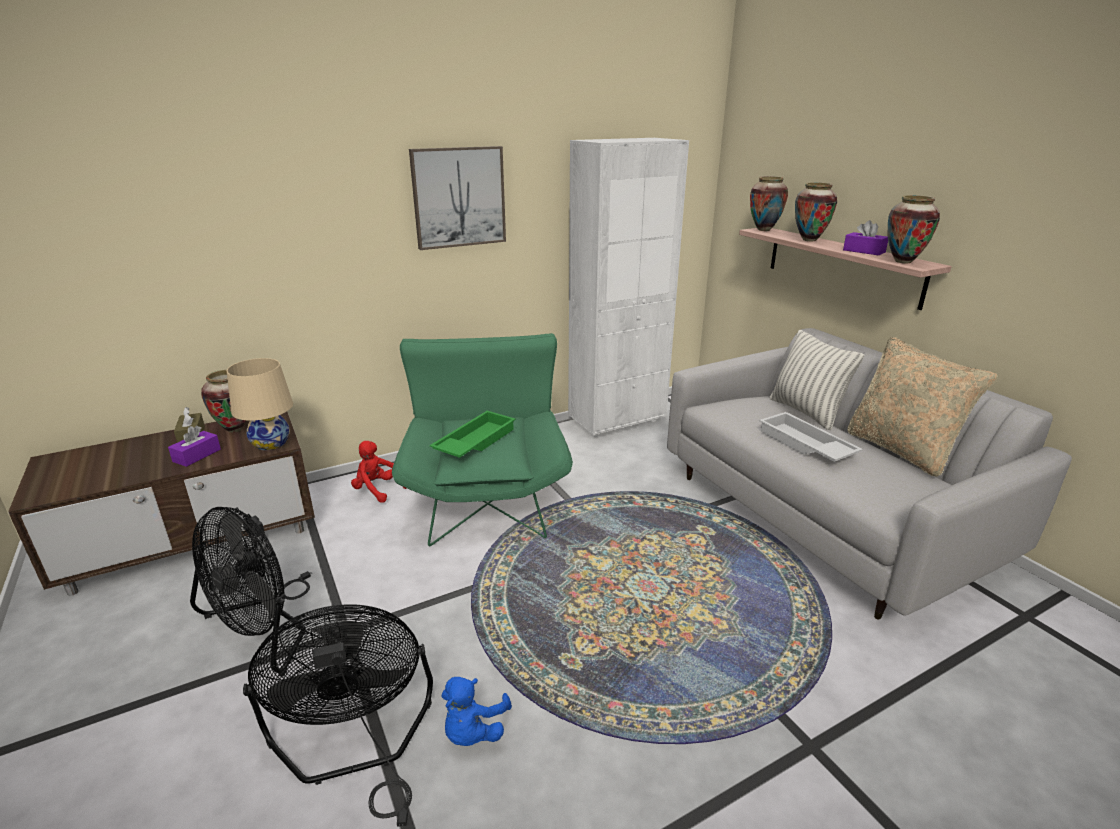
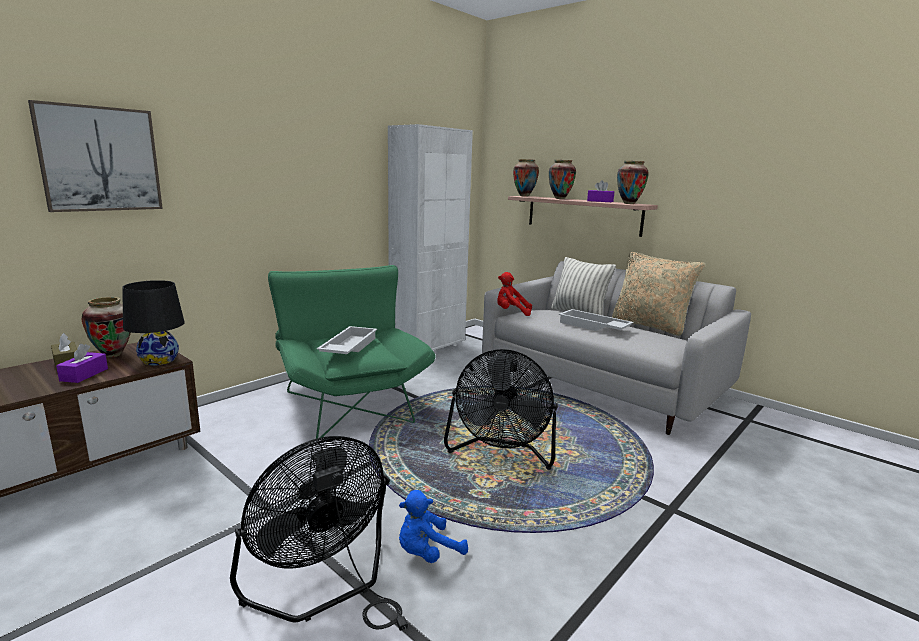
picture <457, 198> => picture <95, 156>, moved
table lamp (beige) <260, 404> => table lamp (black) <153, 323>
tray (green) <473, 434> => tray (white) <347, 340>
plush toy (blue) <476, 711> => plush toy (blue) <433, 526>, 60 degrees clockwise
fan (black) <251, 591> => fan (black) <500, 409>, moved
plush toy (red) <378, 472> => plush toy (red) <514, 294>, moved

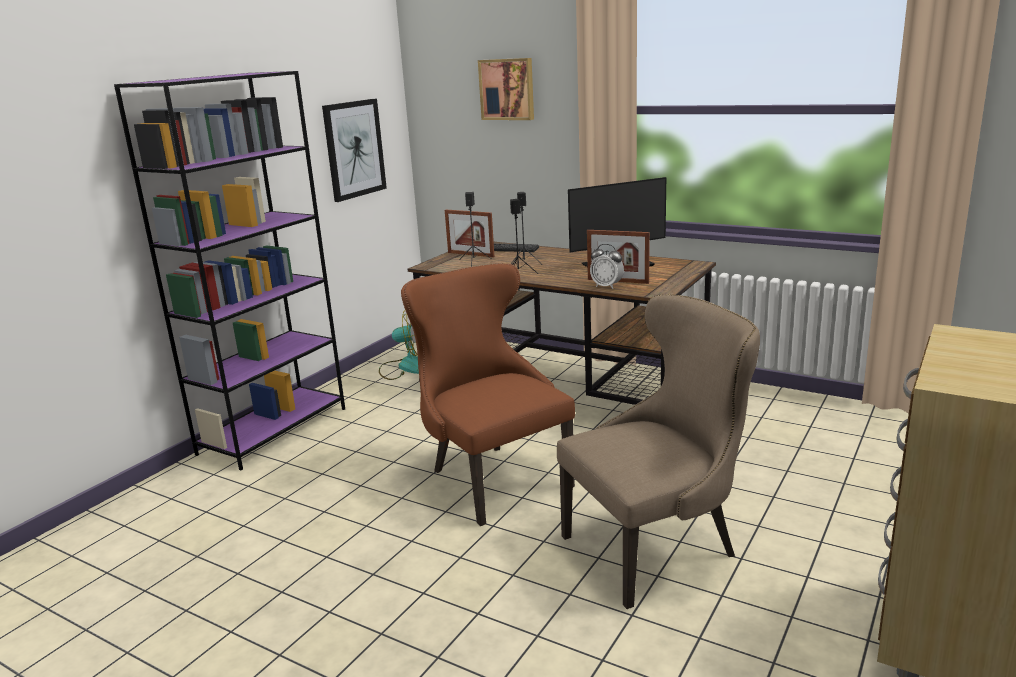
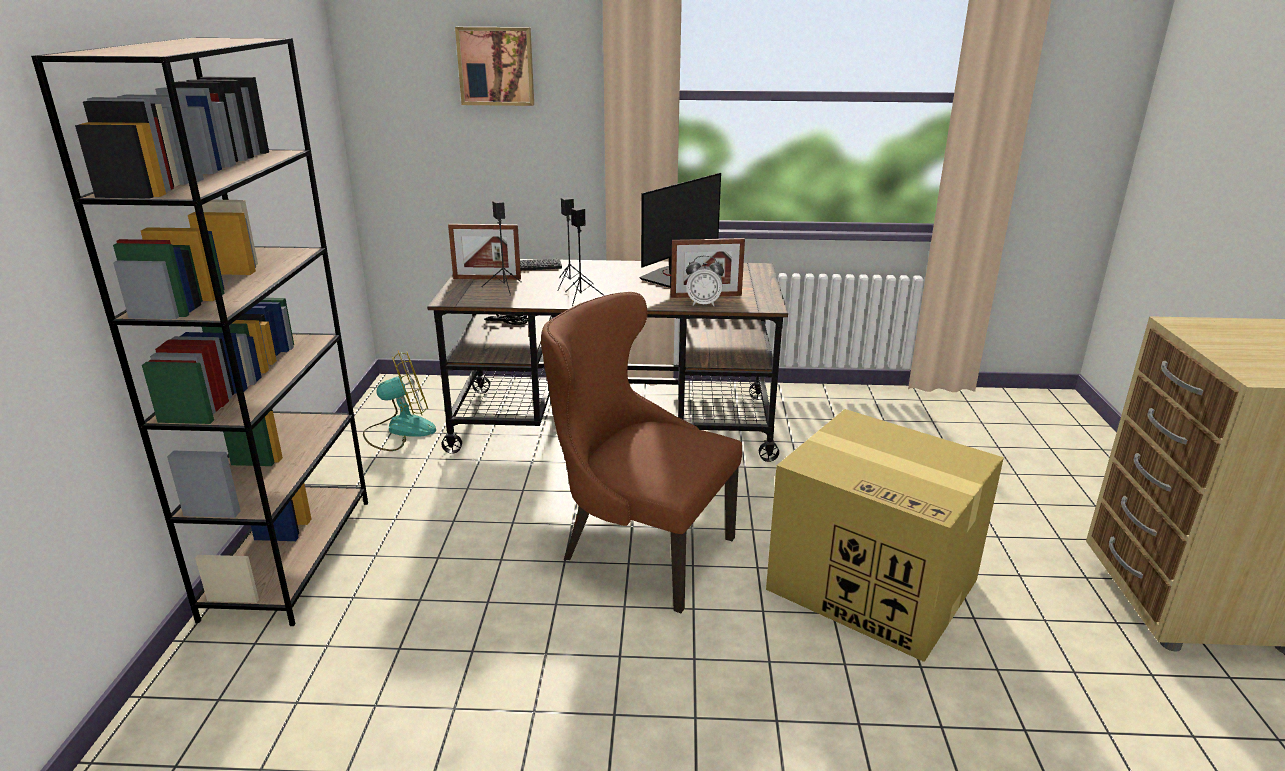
bookcase (purple) <229, 270> => bookcase (beige) <199, 331>
chair (beige) <658, 451> => cardboard box <885, 535>
picture <354, 150> => nothing

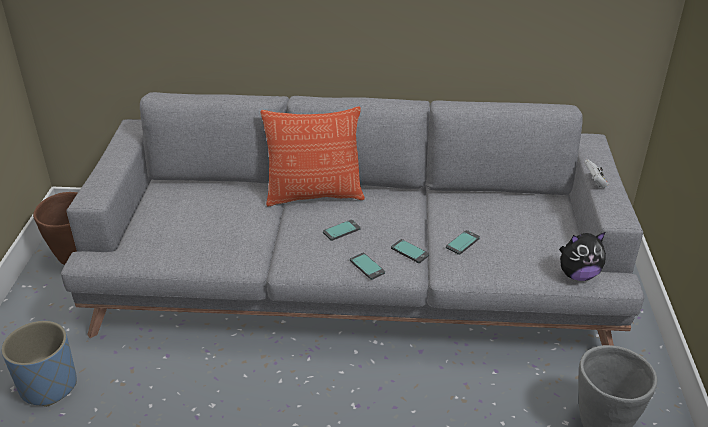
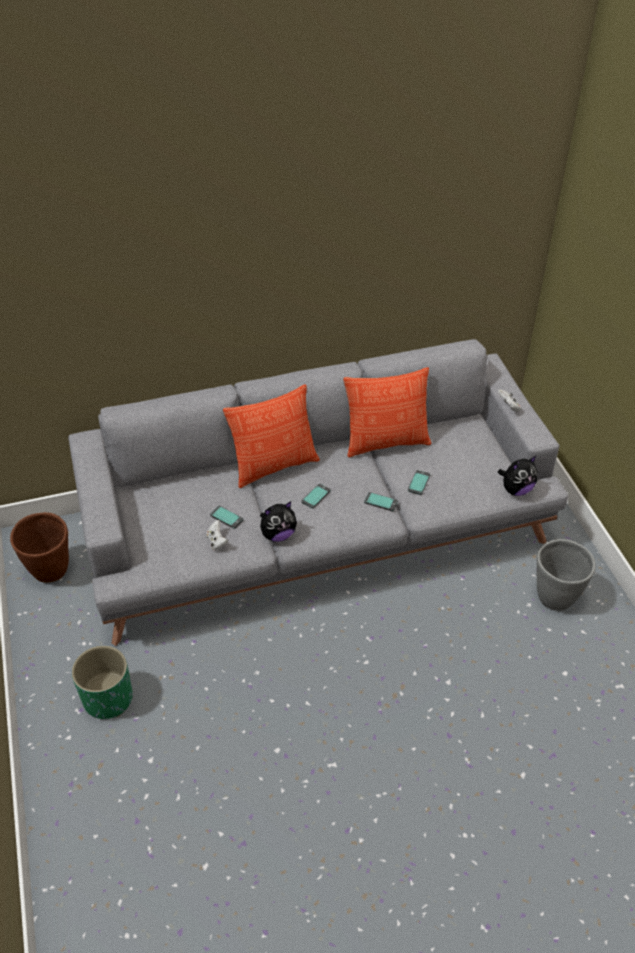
planter (blue) <39, 364> => planter (green) <102, 682>
nothing => game controller (white) <217, 535>
phone <367, 266> => phone <226, 517>, moved
nothing => plush toy <278, 521>
nothing => pillow (orange) <387, 412>

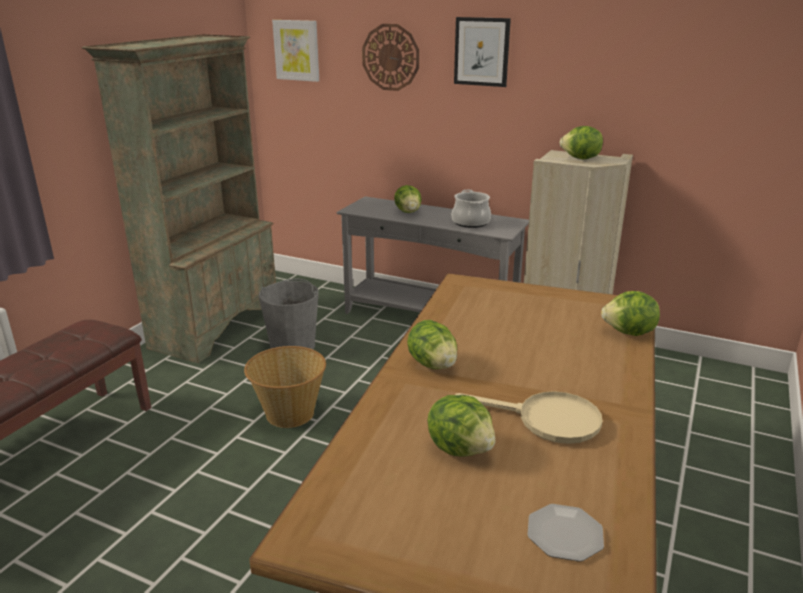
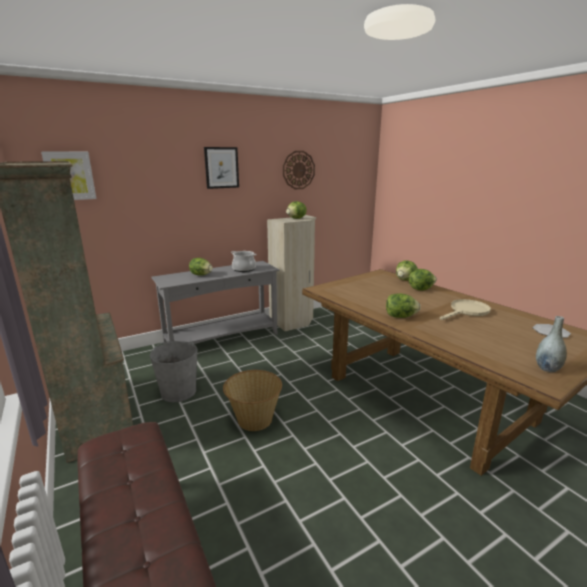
wall clock <390, 57> => wall clock <299, 170>, moved
lettuce <461, 425> => lettuce <423, 280>, moved
nothing => vase (grey) <551, 344>

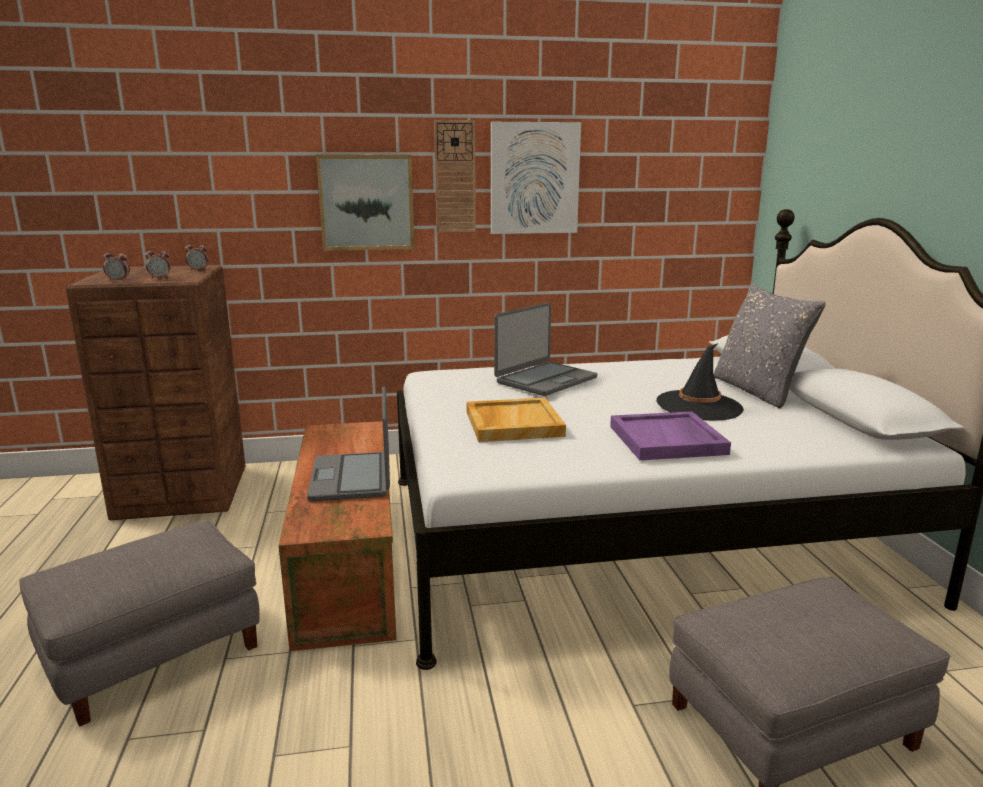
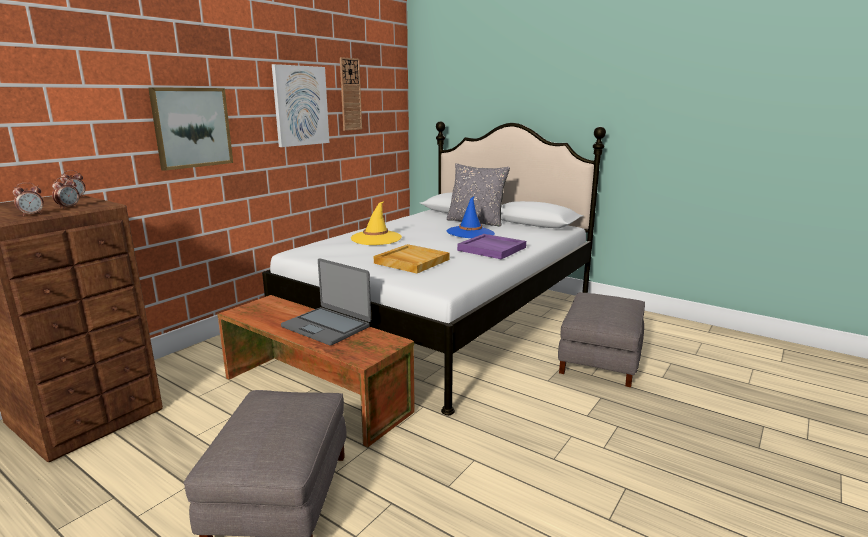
wall clock <455, 176> => wall clock <351, 94>, moved
laptop <545, 349> => hat (yellow) <376, 223>
hat (black) <700, 381> => hat (blue) <471, 217>

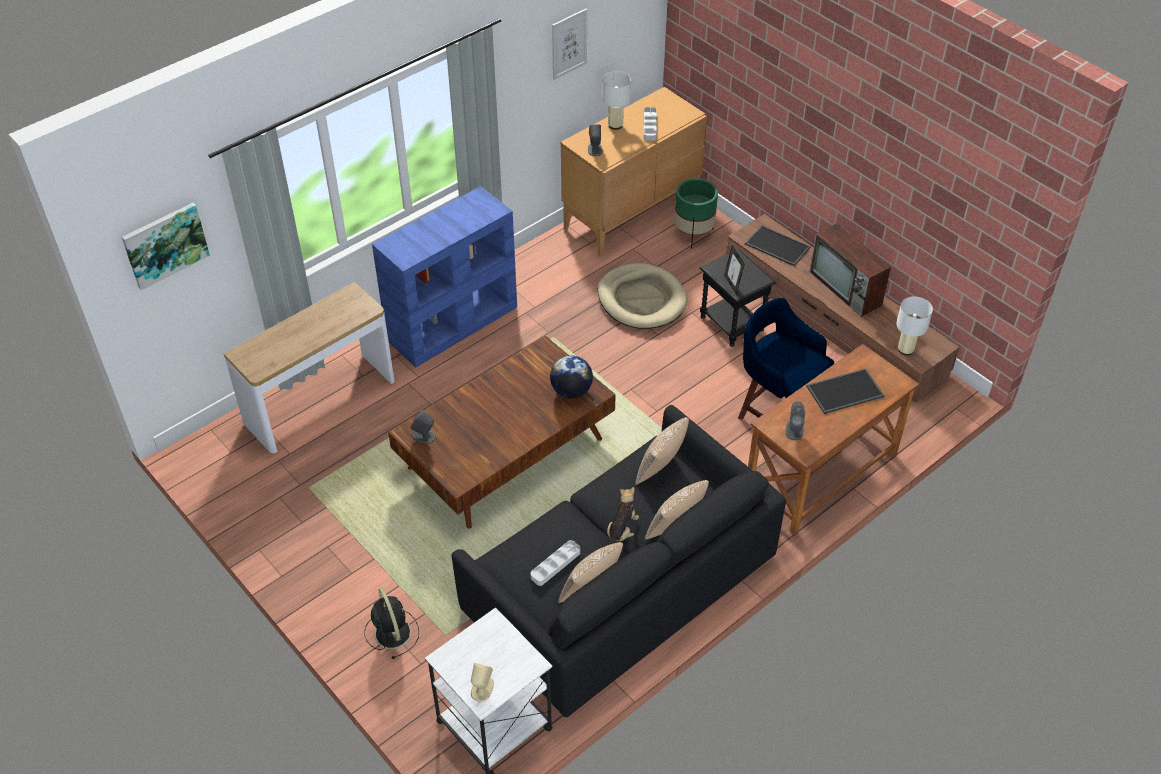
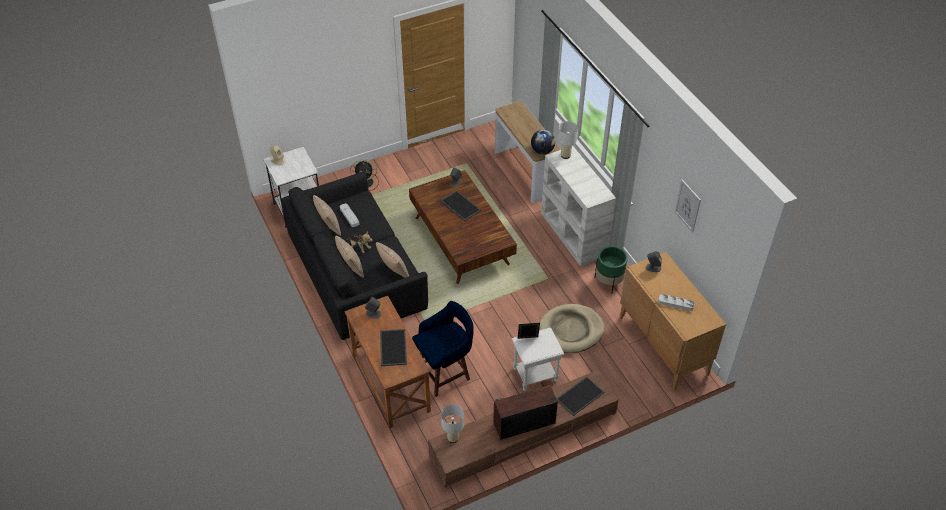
nothing => tray <460, 206>
side table (black) <738, 298> => side table (white) <537, 359>
globe <571, 377> => globe <543, 142>, moved
bookcase (blue) <444, 276> => bookcase (white) <578, 206>
table lamp (white) <616, 100> => table lamp (white) <568, 140>, moved
planter (green) <696, 213> => planter (green) <611, 270>, moved
picture <166, 246> => nothing

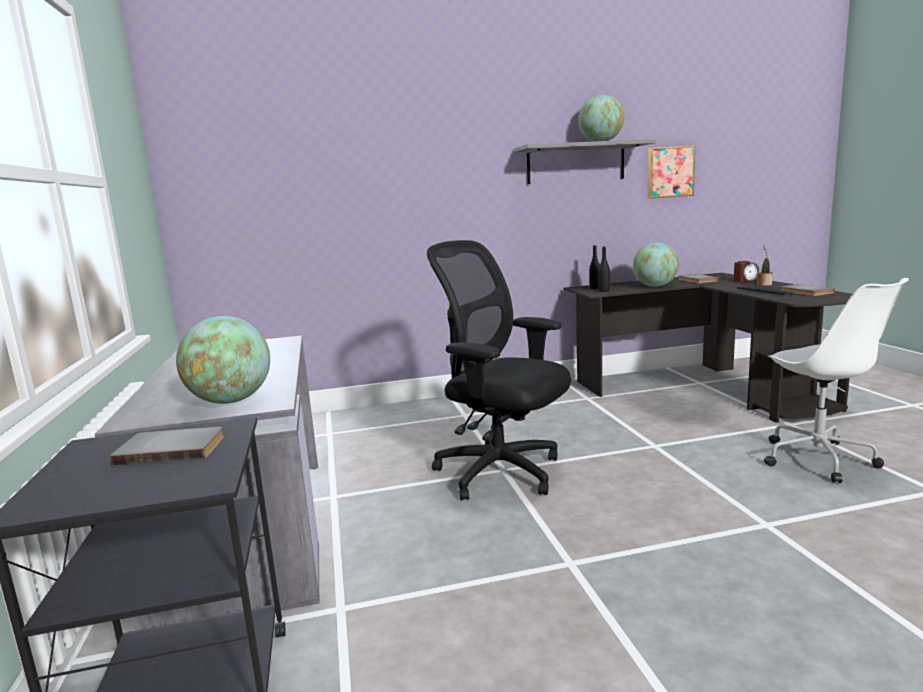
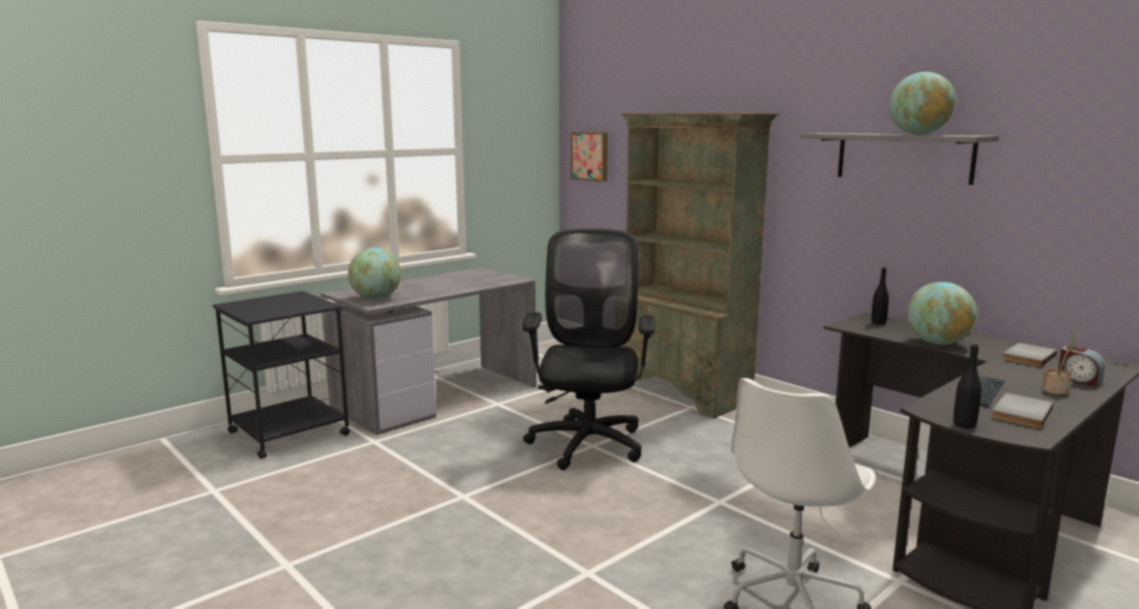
picture <671, 172> => picture <589, 157>, moved
nothing => bookcase (green) <698, 266>
bottle (black) <604, 269> => bottle (black) <967, 386>, moved
book (grey) <166, 446> => nothing

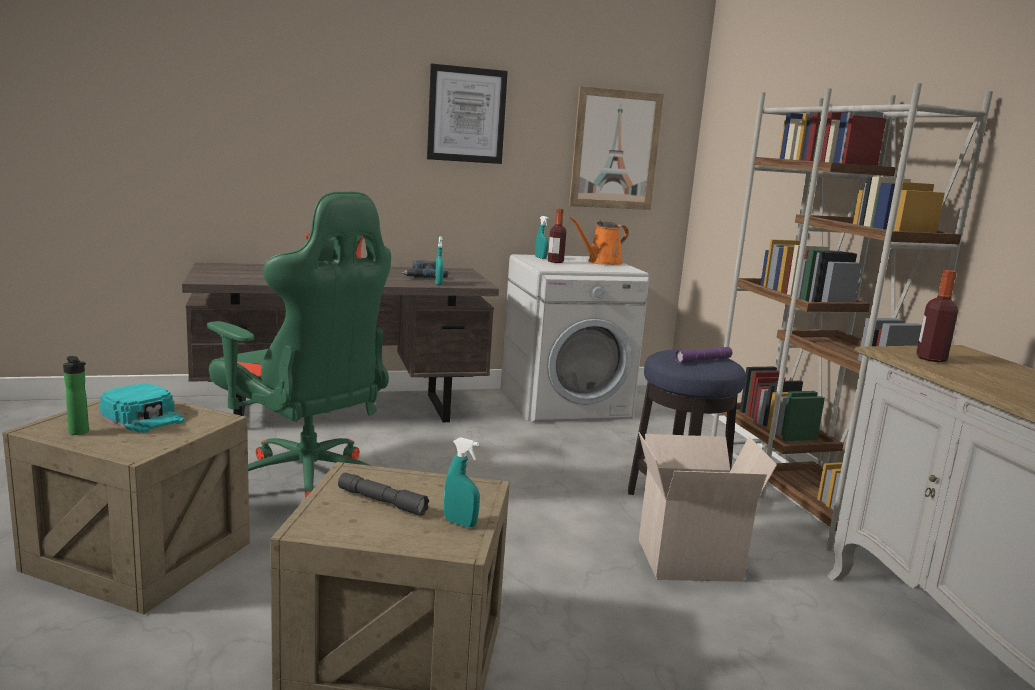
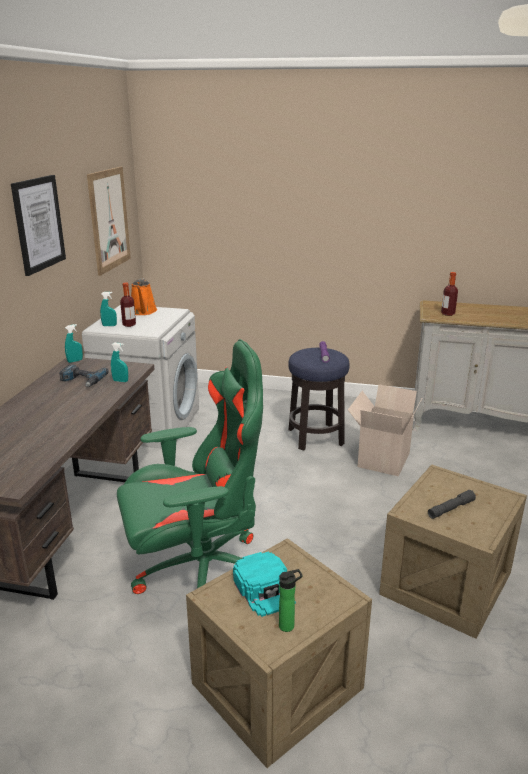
spray bottle (turquoise) <462, 482> => spray bottle (turquoise) <74, 343>, moved
cap (turquoise) <142, 408> => cap (turquoise) <264, 584>, 90 degrees clockwise
bookcase (brown) <852, 317> => nothing

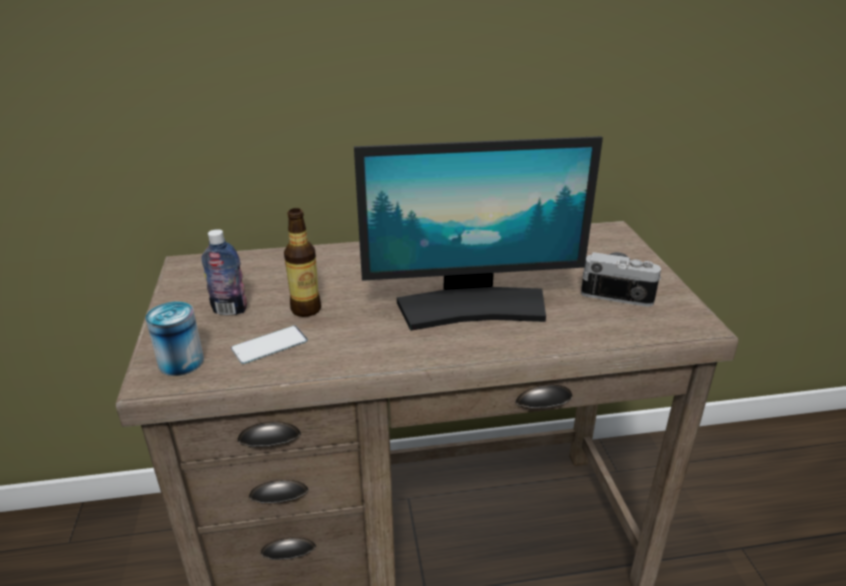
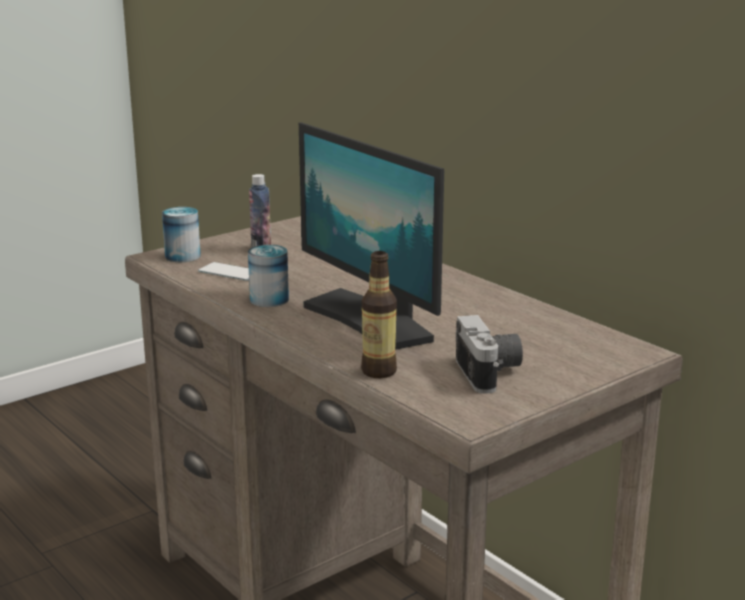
nothing => can <268, 276>
bottle <302, 262> => bottle <379, 314>, moved

